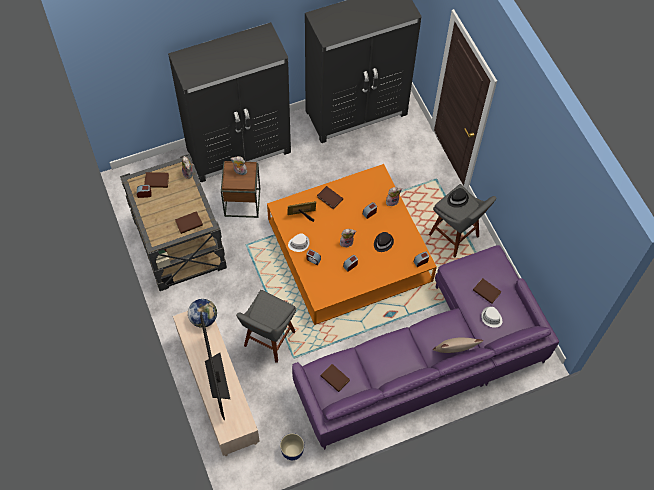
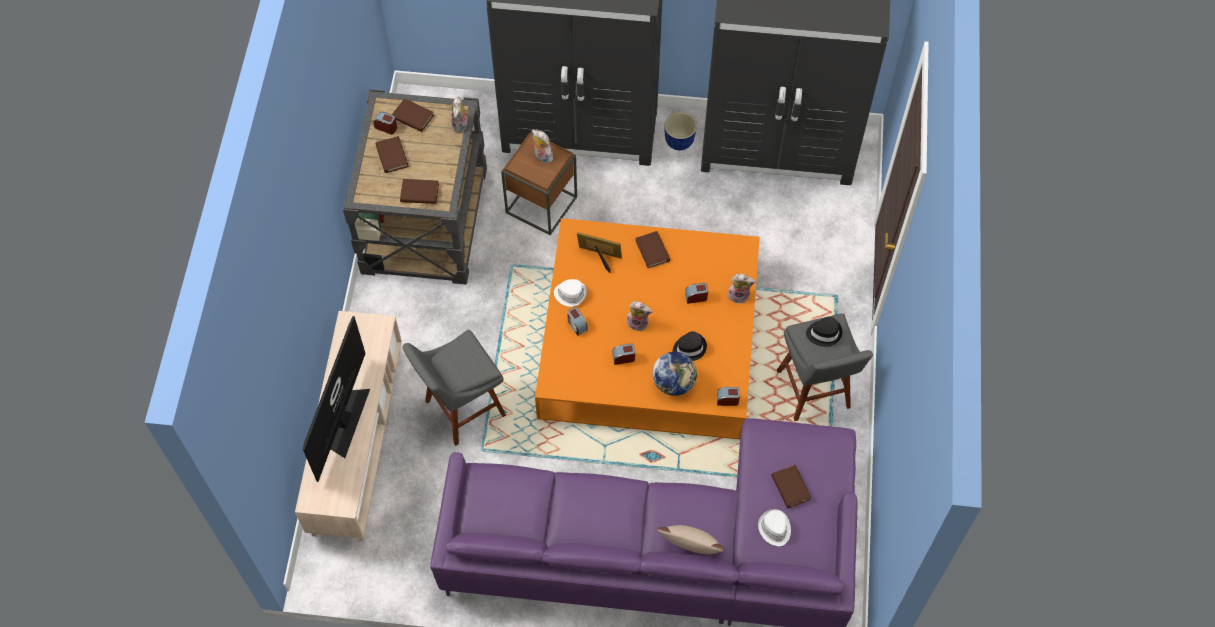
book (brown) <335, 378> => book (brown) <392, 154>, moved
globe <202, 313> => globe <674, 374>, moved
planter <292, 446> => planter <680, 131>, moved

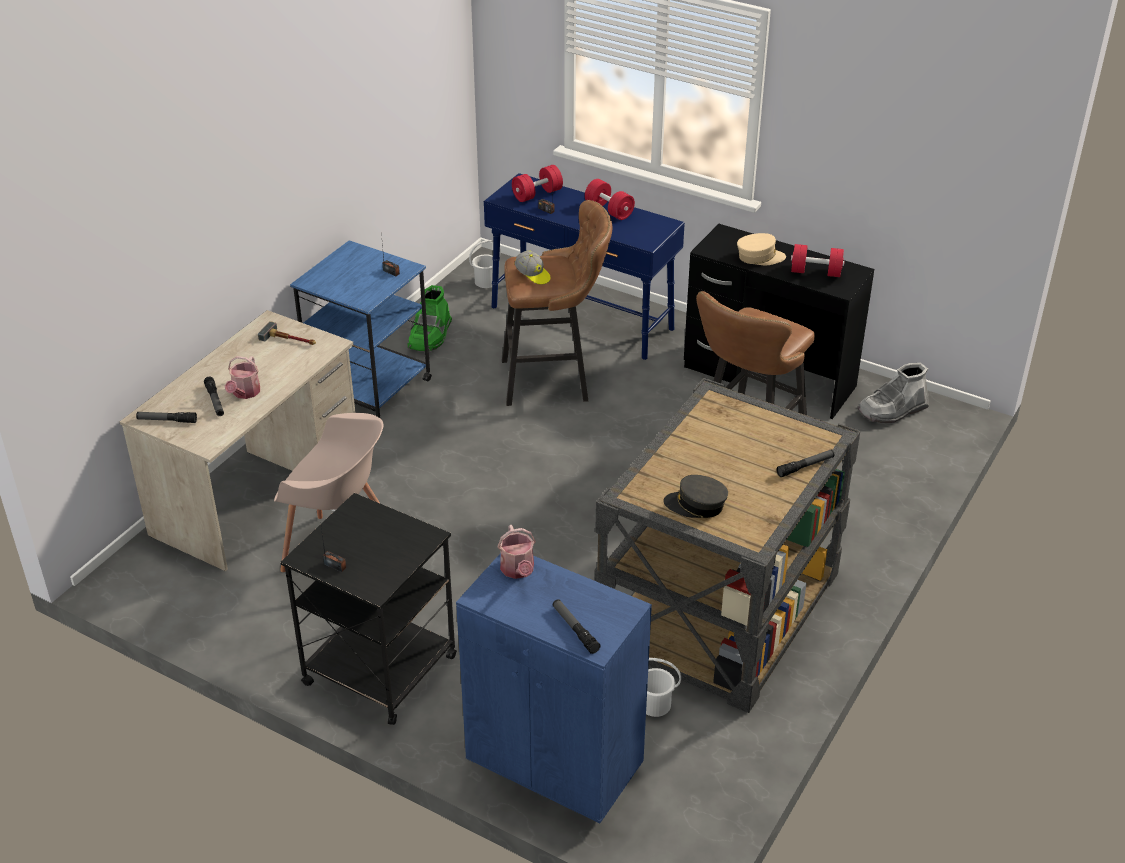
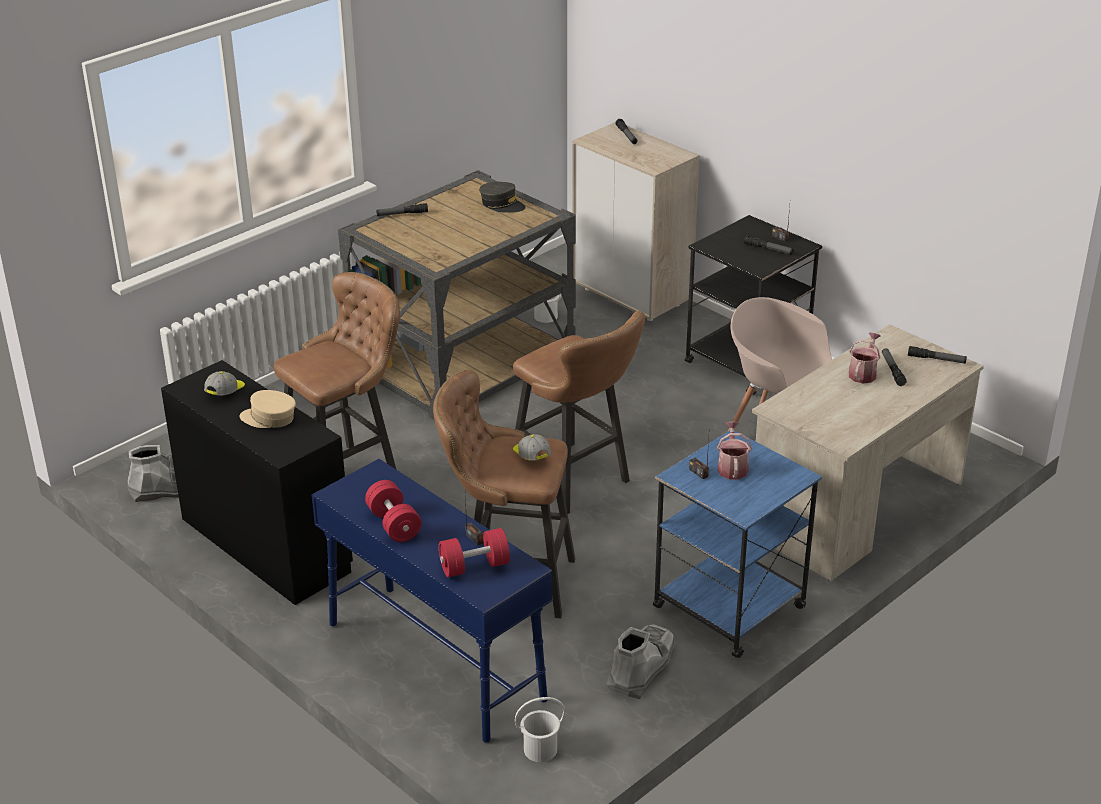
dumbbell (red) <818, 260> => cap <224, 383>
nothing => stool (brown) <579, 412>
cabinet (blue) <554, 688> => cabinet (beige) <636, 221>
boot (green) <430, 318> => boot (grey) <641, 661>
watering can <516, 552> => watering can <734, 451>, moved
nothing => flashlight <769, 245>
hammer <287, 333> => nothing

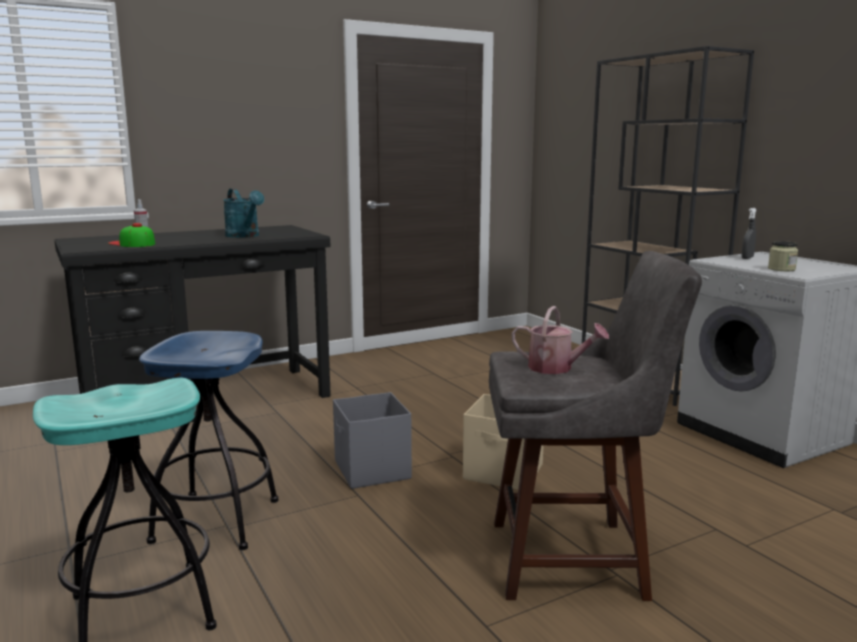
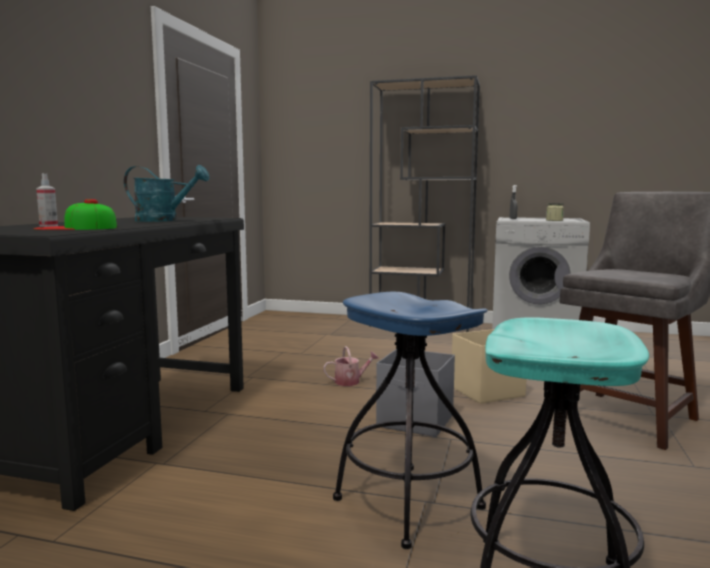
watering can <560, 340> => watering can <351, 366>, moved

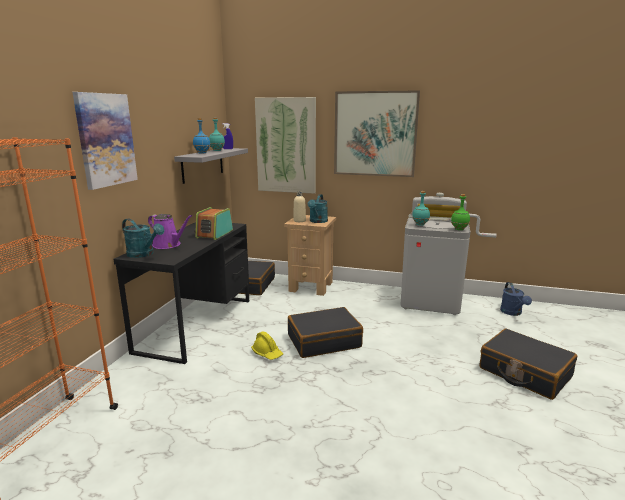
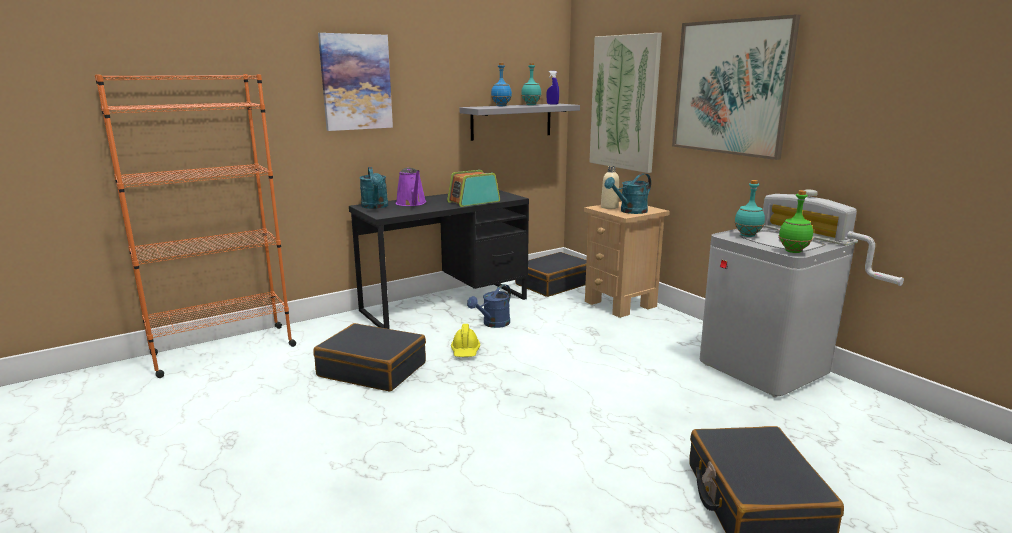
suitcase (black) <325, 332> => suitcase (black) <369, 357>, moved
watering can (blue) <516, 299> => watering can (blue) <489, 306>, moved

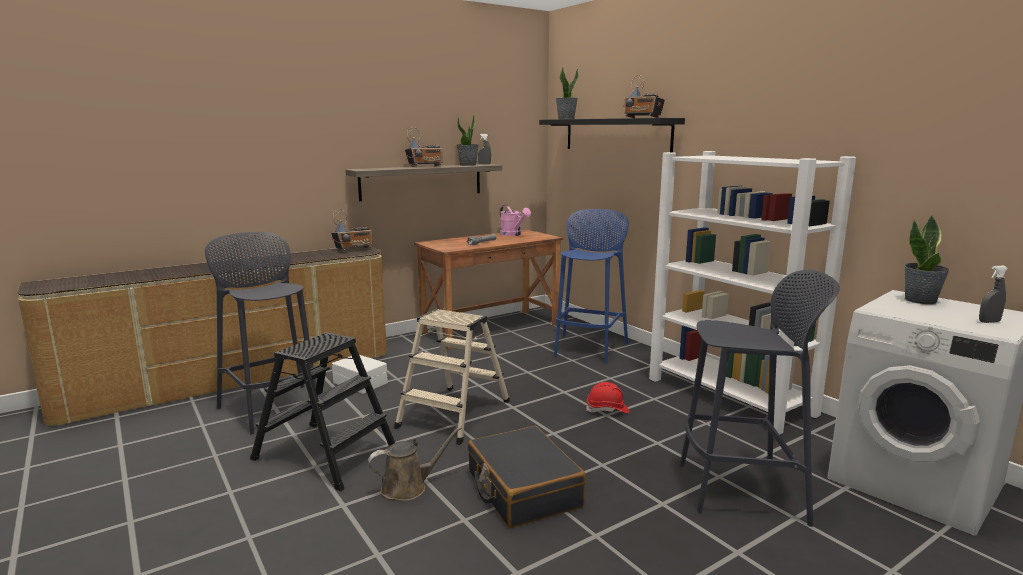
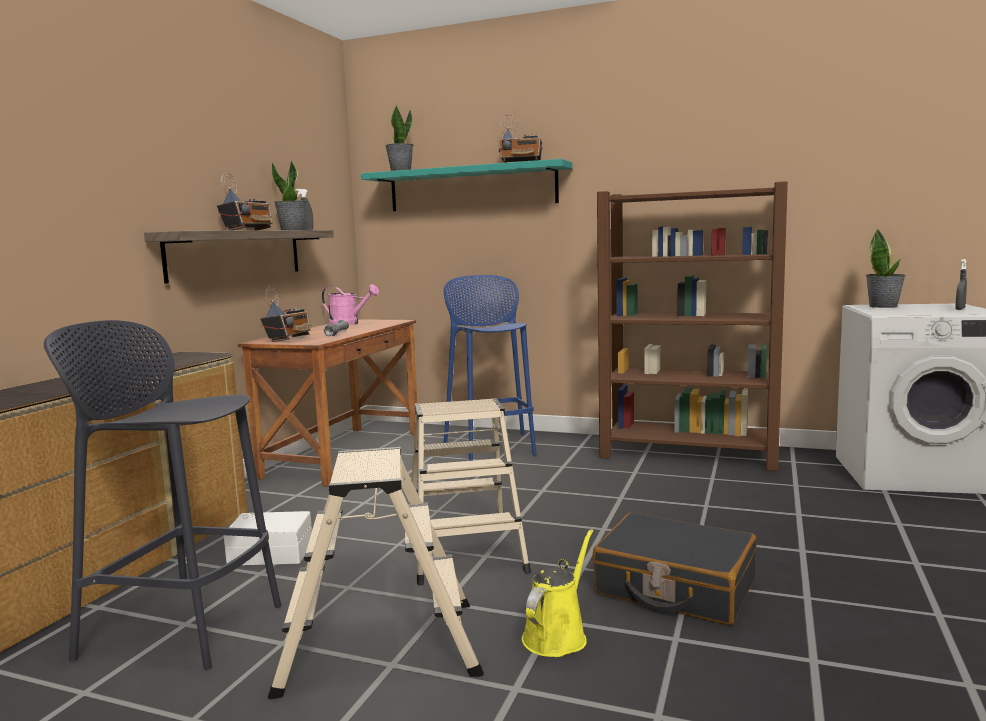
radio <351, 230> => radio <286, 313>, moved
step ladder (black) <322, 411> => step ladder (beige) <376, 573>
shelf (black) <612, 135> => shelf (turquoise) <466, 185>
watering can (brown) <415, 464> => watering can (yellow) <557, 593>
bookcase (white) <752, 293> => bookcase (brown) <692, 326>
hard hat (red) <607, 397> => nothing
stool (grey) <760, 398> => nothing

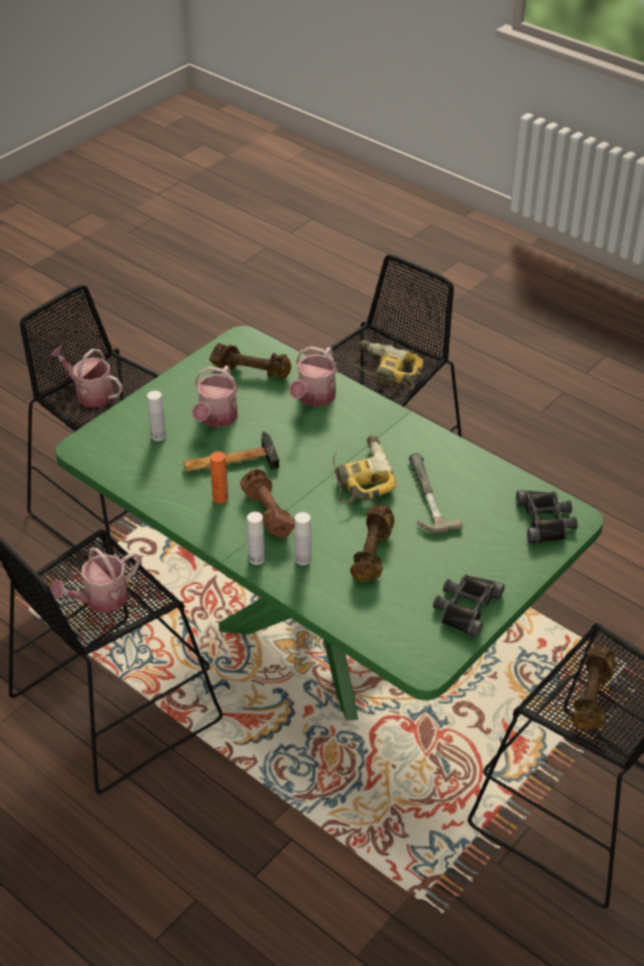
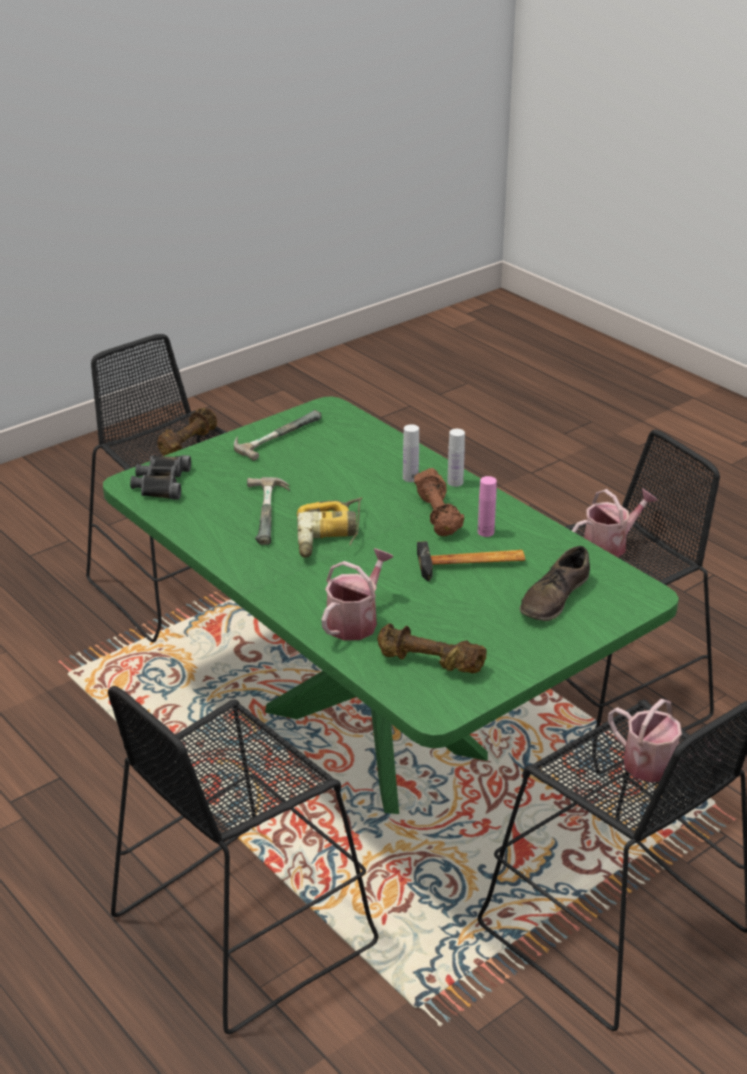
binoculars (black) <469, 606> => hammer <278, 435>
bottle (orange) <219, 478> => bottle (pink) <487, 506>
bottle (white) <156, 416> => shoe (brown) <555, 583>
watering can <215, 396> => nothing
dumbbell (brown) <372, 543> => nothing
power drill <389, 365> => nothing

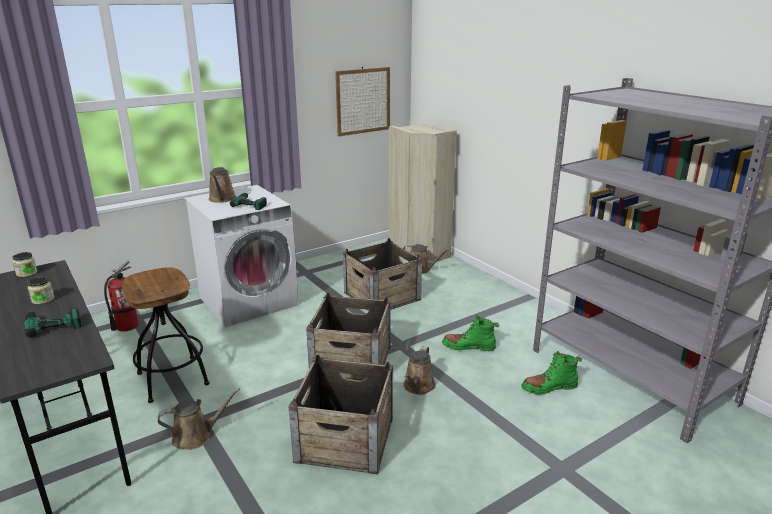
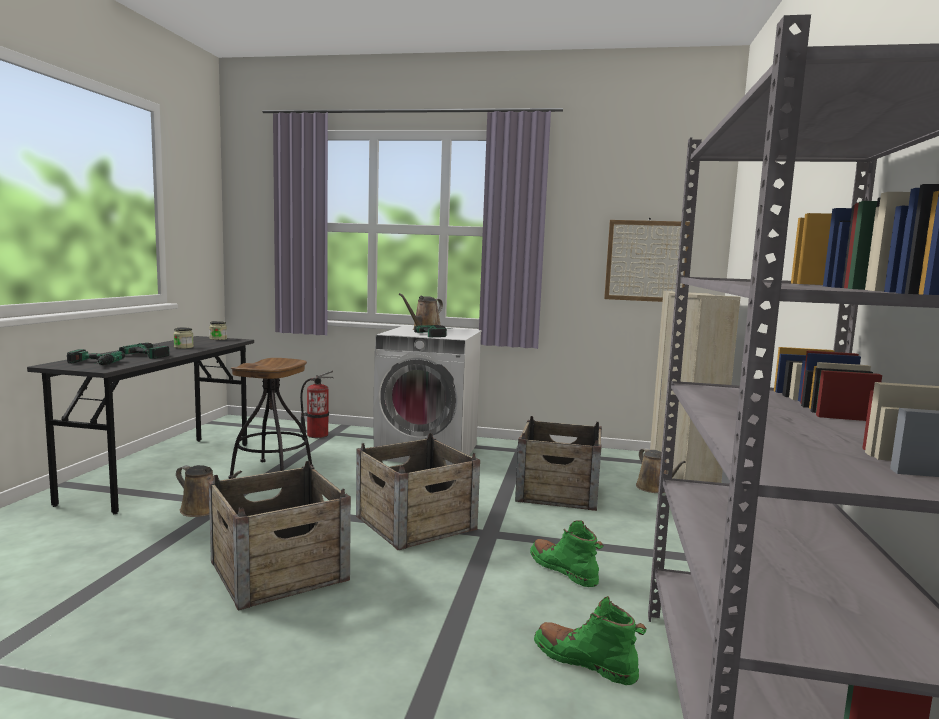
nothing => power drill <96, 357>
watering can (brown) <419, 370> => nothing

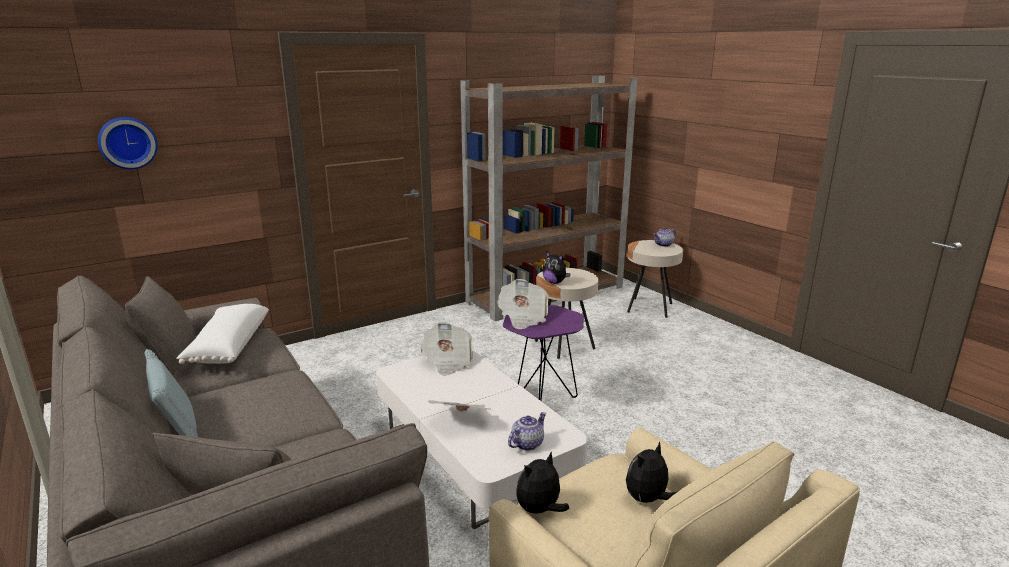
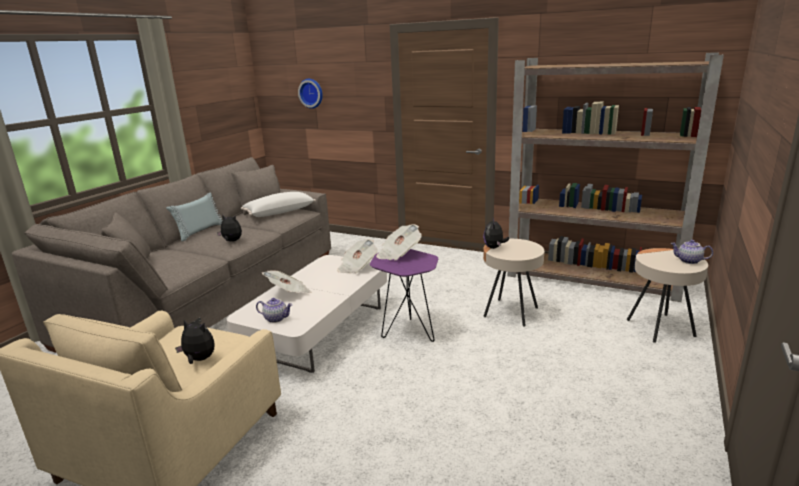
plush toy <542, 483> => plush toy <229, 228>, moved

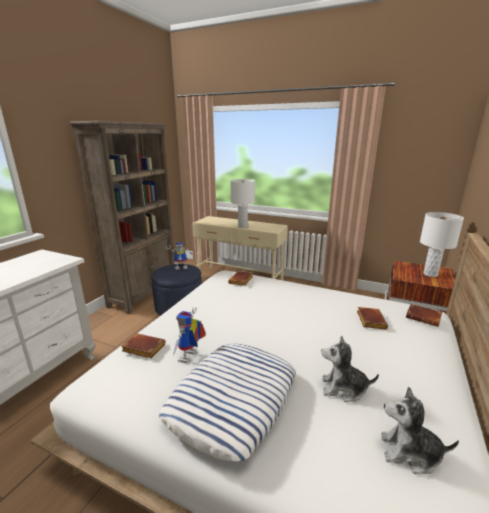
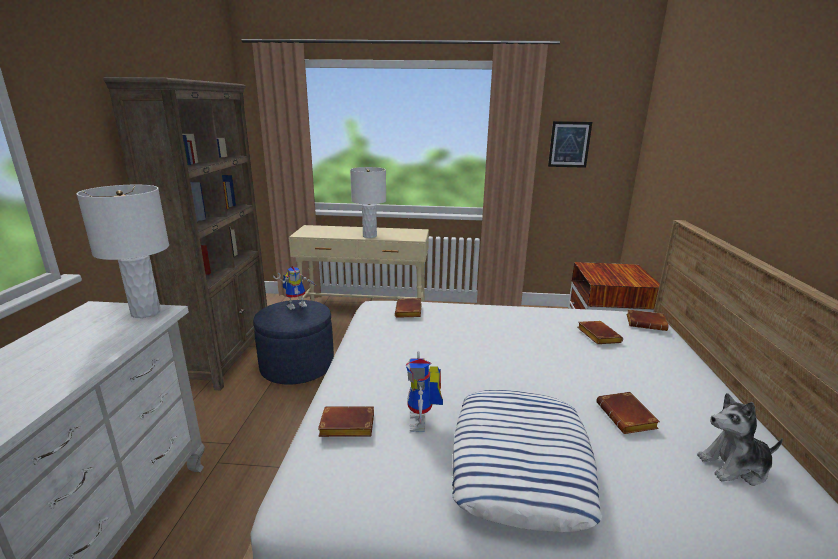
table lamp (white) <442, 244> => table lamp (white) <122, 251>, moved
nothing => picture <570, 144>
plush toy <350, 368> => book (brown) <628, 413>

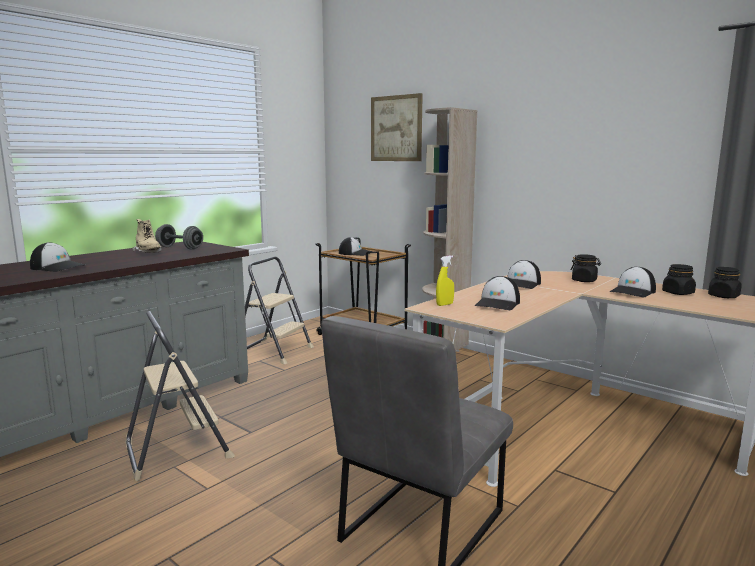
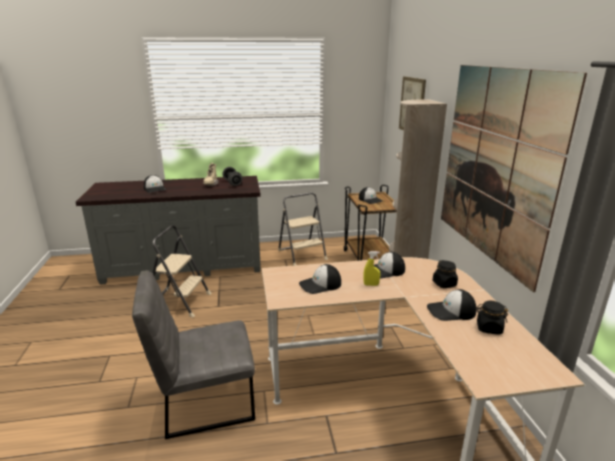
spray bottle (yellow) <445, 281> => spray bottle (yellow) <371, 268>, moved
nothing => picture <514, 178>
jar (black) <725, 282> => nothing

